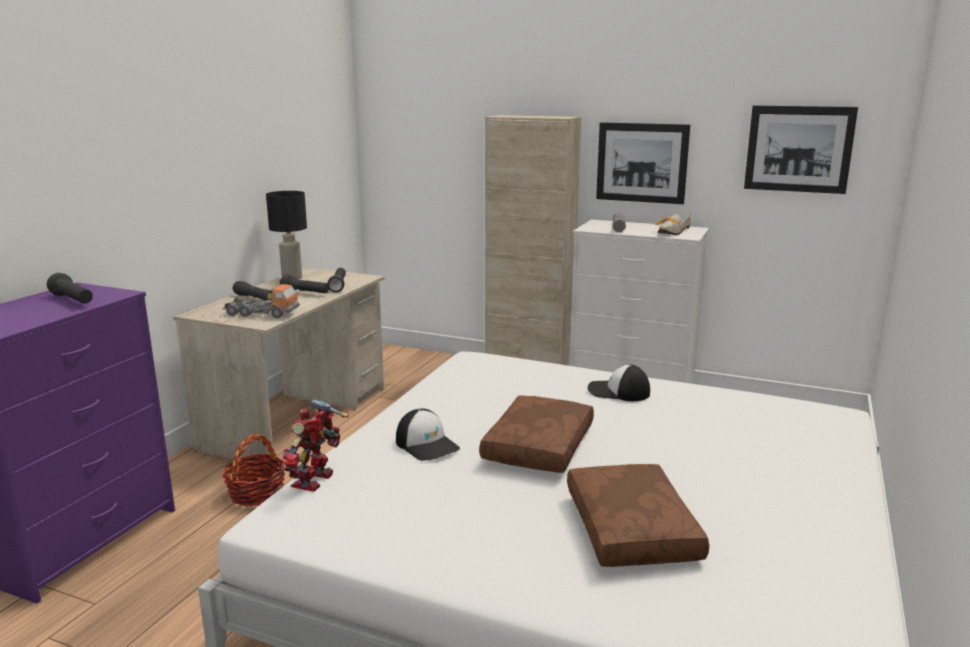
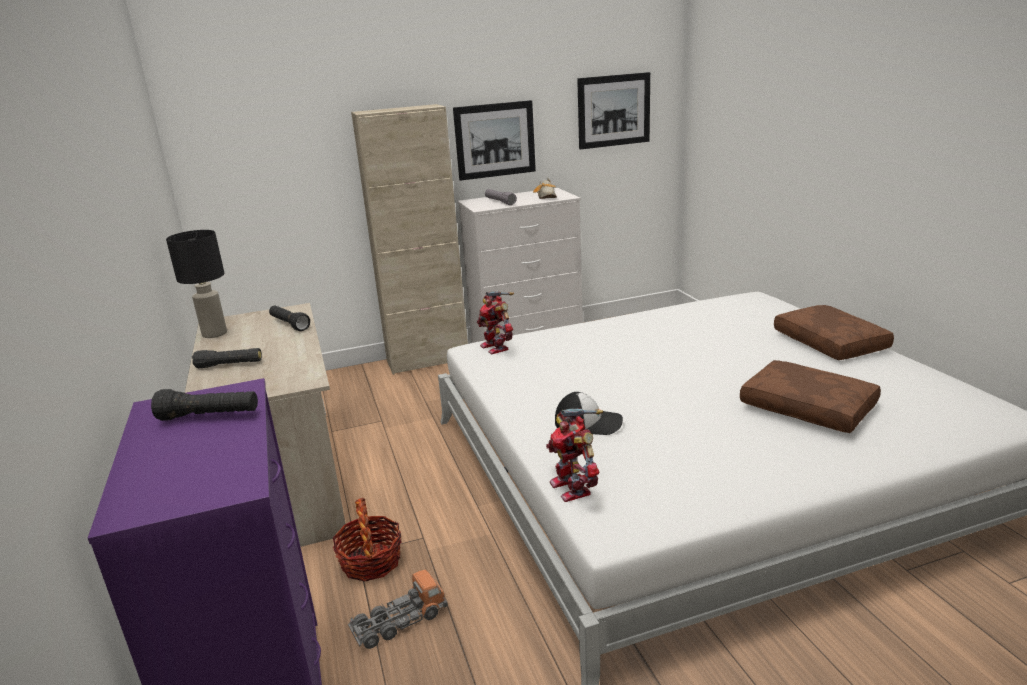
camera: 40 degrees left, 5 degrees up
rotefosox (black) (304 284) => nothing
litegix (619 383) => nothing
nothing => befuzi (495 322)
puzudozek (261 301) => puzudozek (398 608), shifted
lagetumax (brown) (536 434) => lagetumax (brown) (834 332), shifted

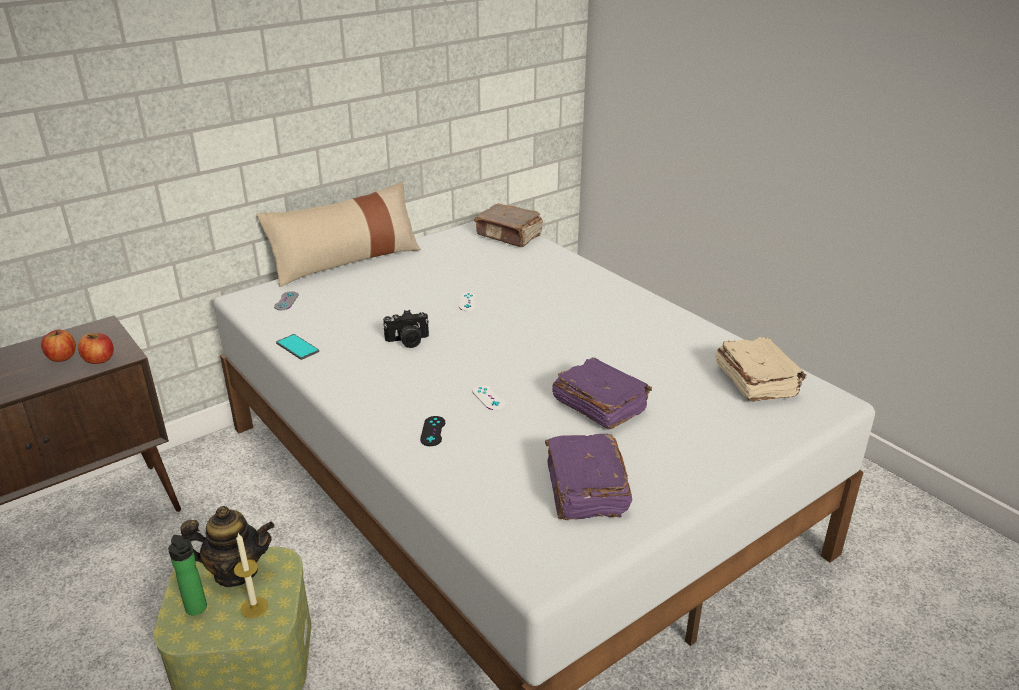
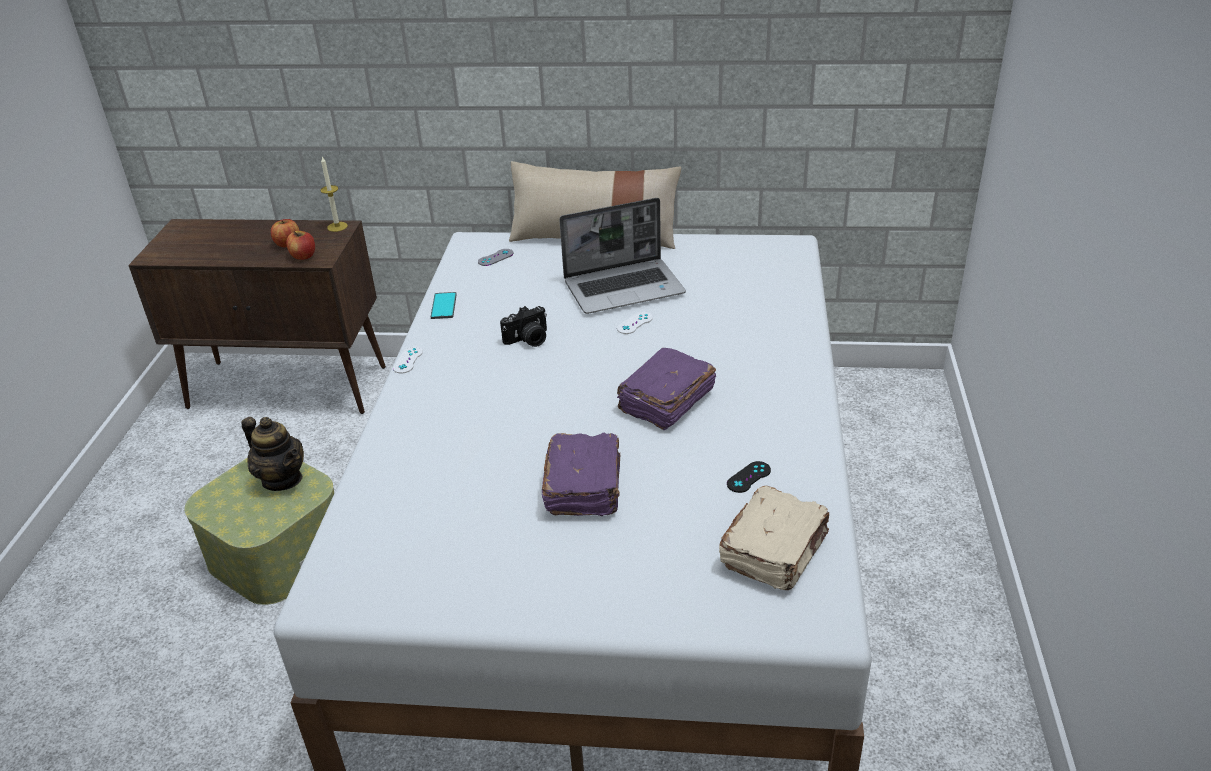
camera: 45 degrees right, 5 degrees up
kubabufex (187 575) => nothing
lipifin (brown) (508 225) => nothing
nothing => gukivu (622 256)
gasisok (251 575) => gasisok (334 194), shifted
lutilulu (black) (432 431) => lutilulu (black) (749 477), shifted
lutilulu (white) (489 397) => lutilulu (white) (408 360), shifted
lipifin (purple) (588 477) => lipifin (purple) (666 389), shifted
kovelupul (406 329) => kovelupul (523 326), 60 degrees counterclockwise

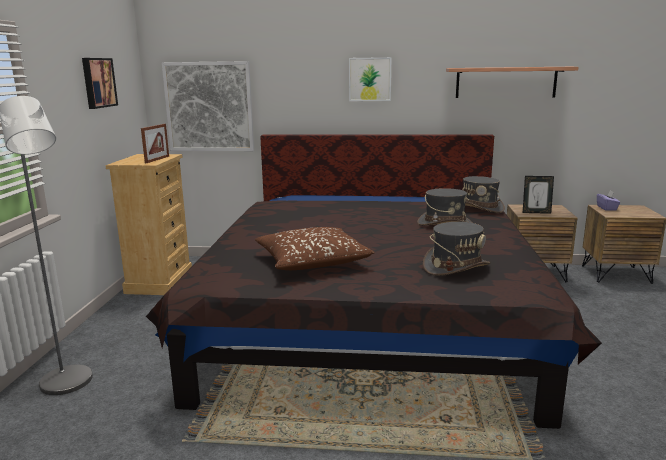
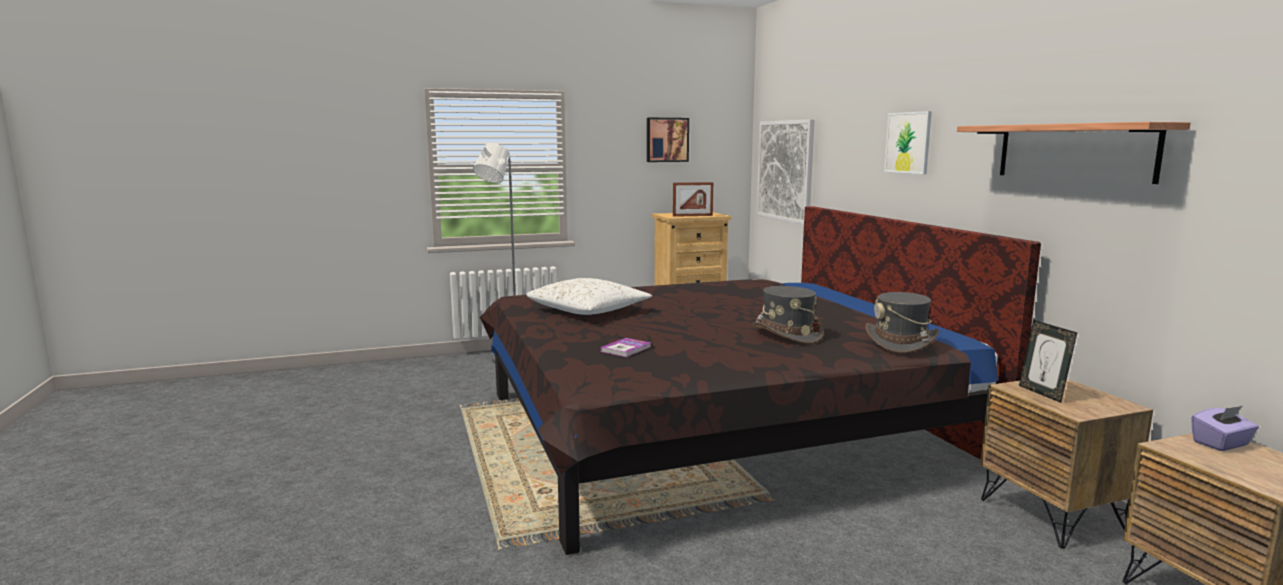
camera: 65 degrees right, 5 degrees down
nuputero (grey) (457 249) => lipifin (625 347)
lagetumax (brown) (315 248) => lagetumax (white) (589 296)

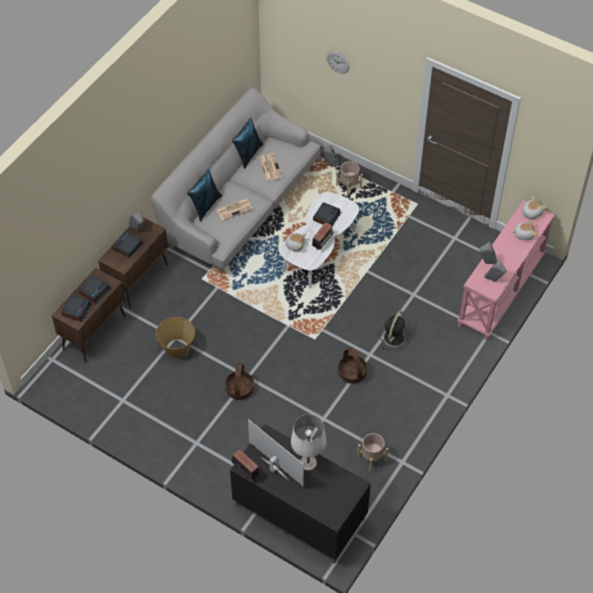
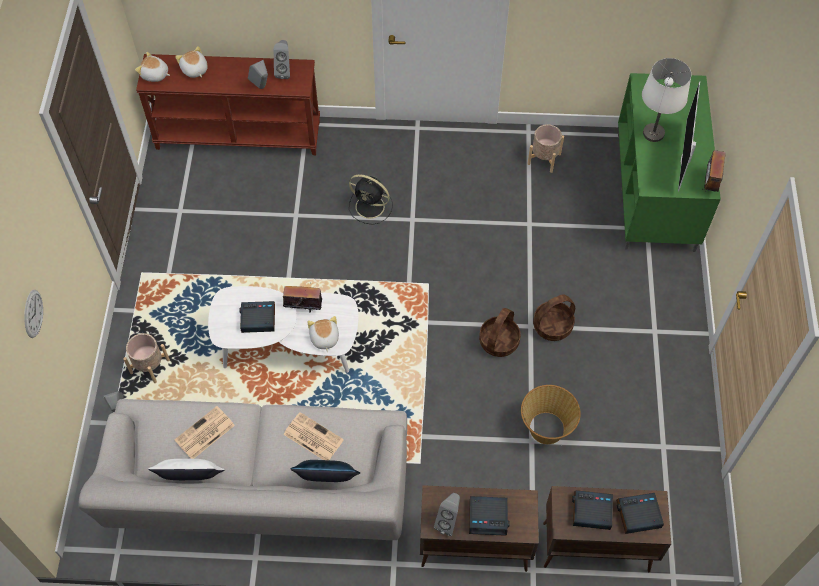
camera: 120 degrees left, 5 degrees up
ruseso (352 365) => ruseso (500 332), shifted
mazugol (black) (300 494) => mazugol (green) (669 162)
lagetumax (blue) (247 143) => lagetumax (white) (186 469)
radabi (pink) (506 270) => radabi (brown) (228 104)
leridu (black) (394 331) => leridu (black) (371 199), 150 degrees counterclockwise

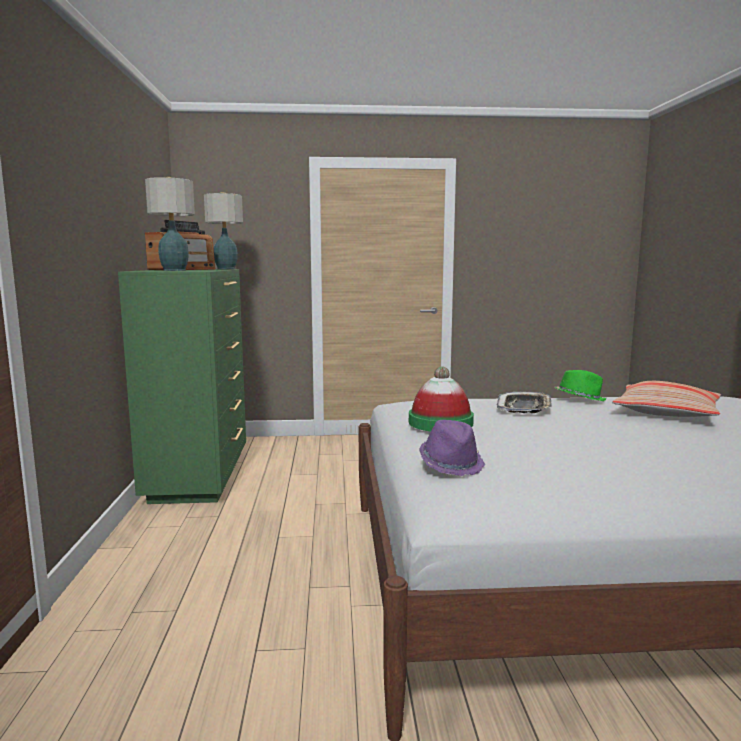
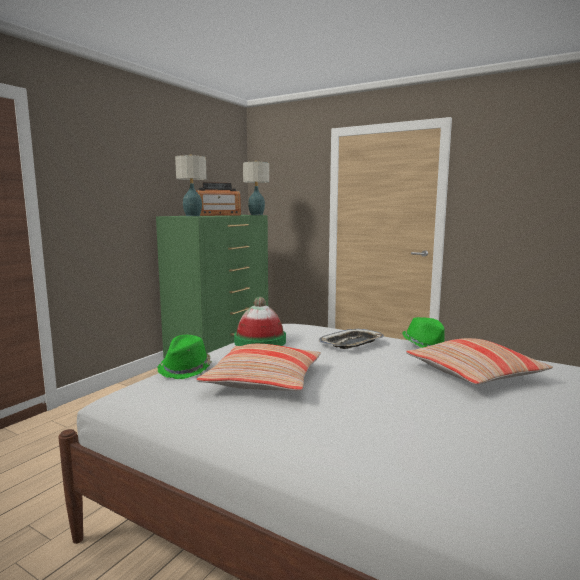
camera: 35 degrees right, 0 degrees up
nothing => lagetumax (258 367)
nuputero (purple) (452 448) => nuputero (green) (184 357)

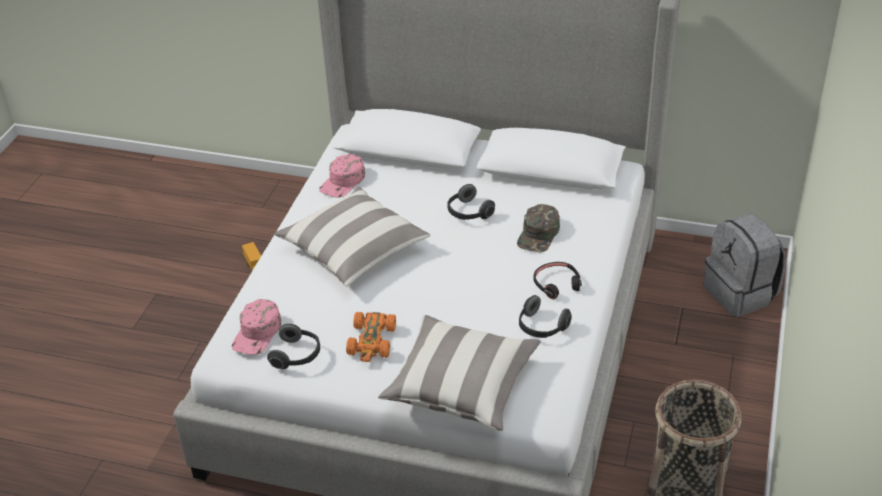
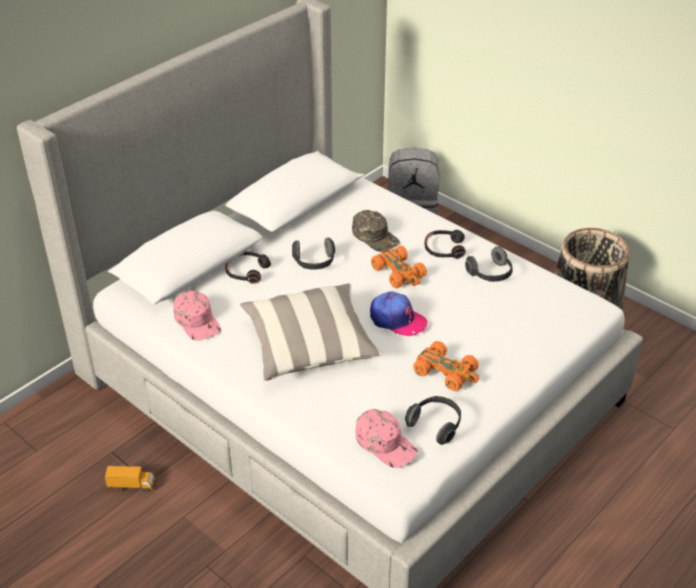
camera: 65 degrees left, 0 degrees up
lagetumax (459 373) => nothing
nothing => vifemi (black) (248 267)
nothing => litegix (399 314)
nothing => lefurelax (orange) (399 267)

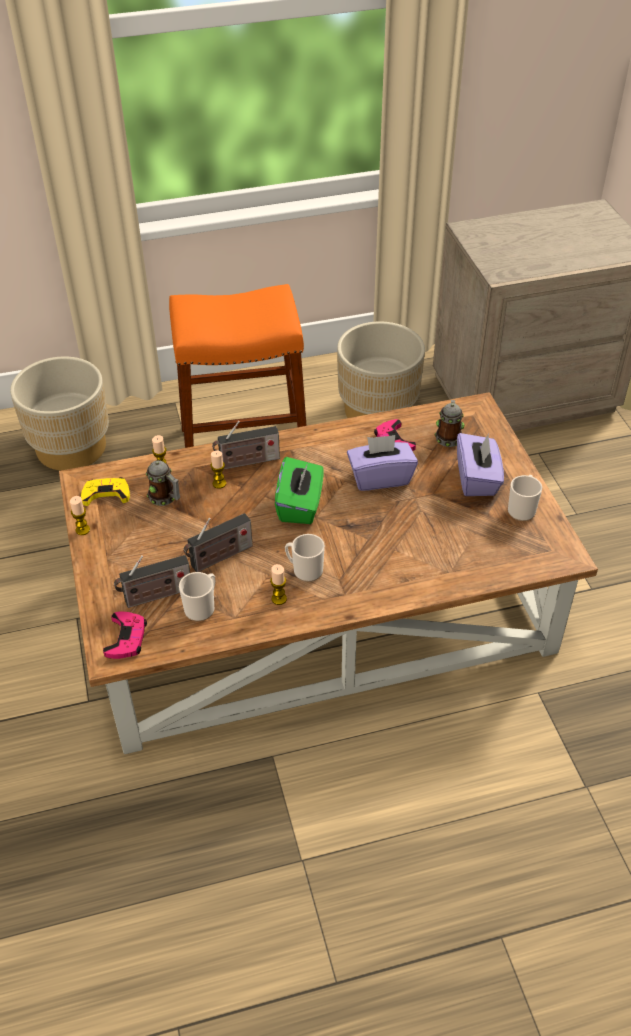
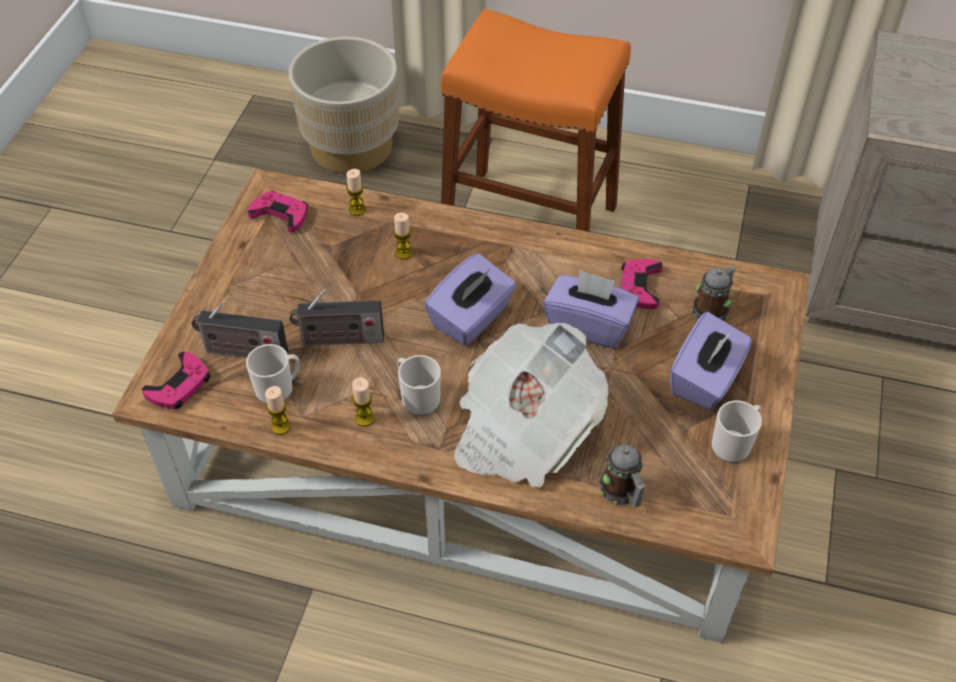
camera: 30 degrees right, 5 degrees up
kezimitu (246 445) => nothing
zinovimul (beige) (381 370) => nothing
nothing => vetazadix (531 405)
gasisok (80 515) => gasisok (278 410), shifted
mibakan (163 483) => mibakan (622 476), shifted
lutilulu (yellow) (105 491) => lutilulu (pink) (277 211)
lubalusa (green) (299 490) => lubalusa (purple) (470 299)

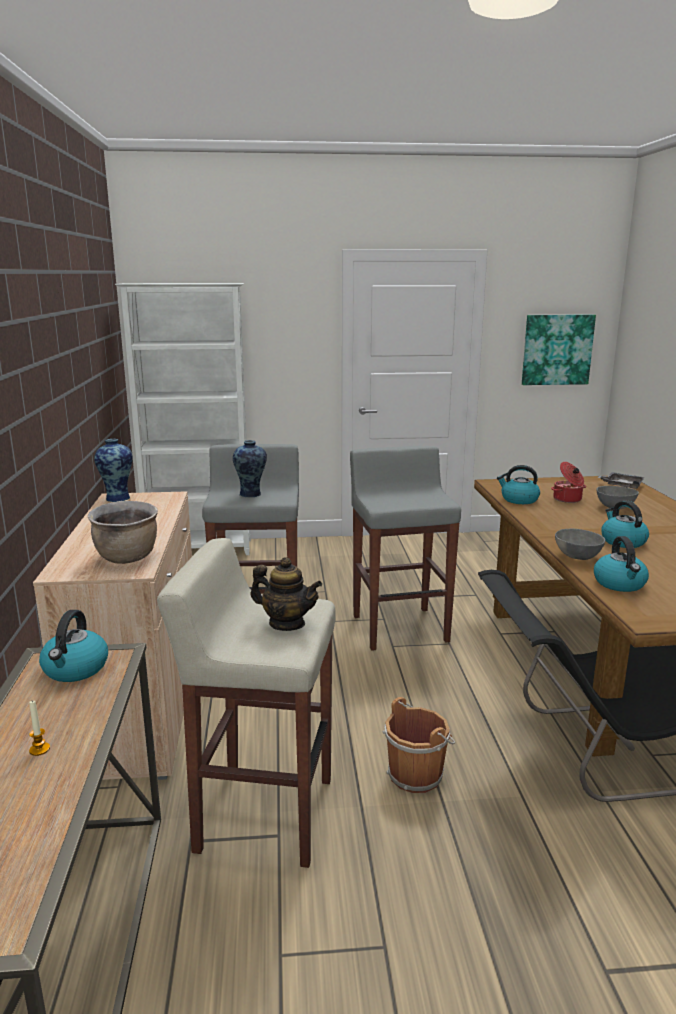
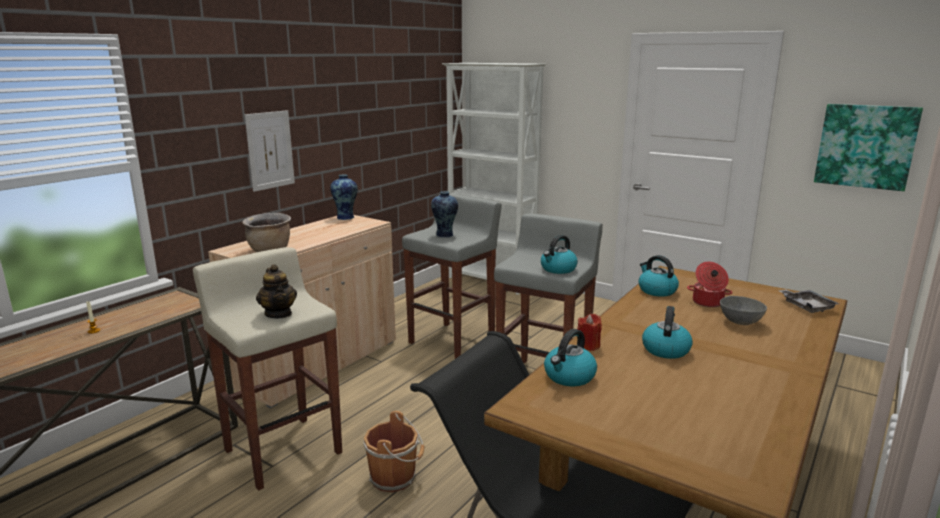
camera: 40 degrees right, 0 degrees up
nothing => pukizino (270 151)
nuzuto (73 646) => nuzuto (559 254), shifted
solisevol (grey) (580 544) => gasisok (red) (589 332)

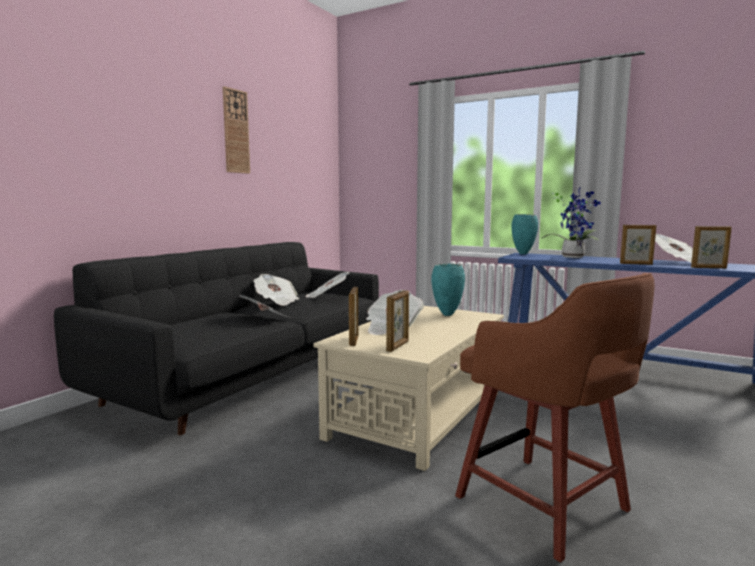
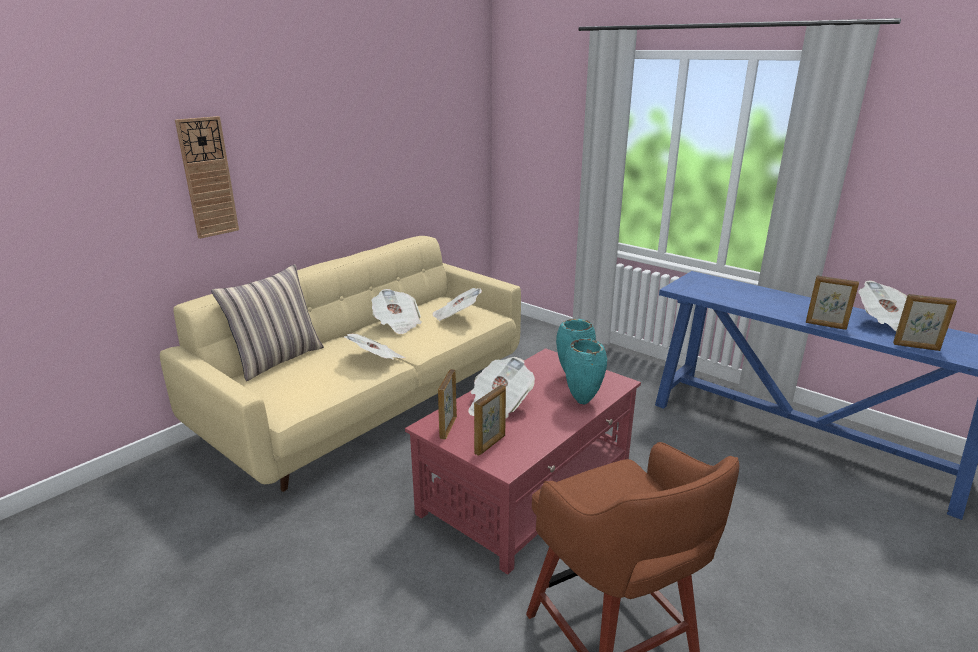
camera: 10 degrees right, 15 degrees up
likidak (571 223) => nothing
nothing => lagetumax (267 322)
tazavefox (236 130) => tazavefox (207 177), shifted
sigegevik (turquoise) (524 234) => sigegevik (turquoise) (586 371), shifted
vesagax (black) (216 338) => vesagax (beige) (340 364)
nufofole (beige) (408 388) => nufofole (red) (523 461)

